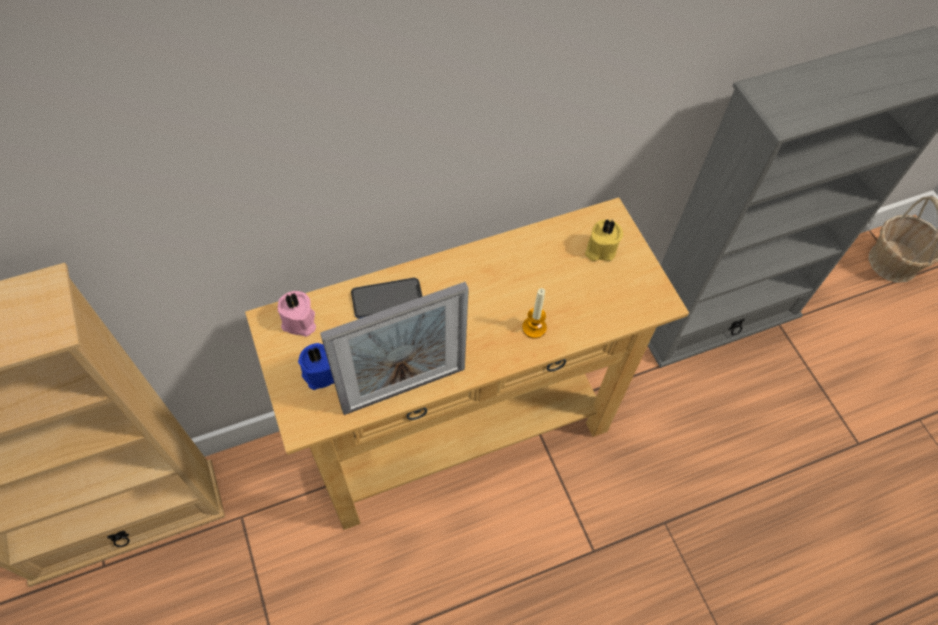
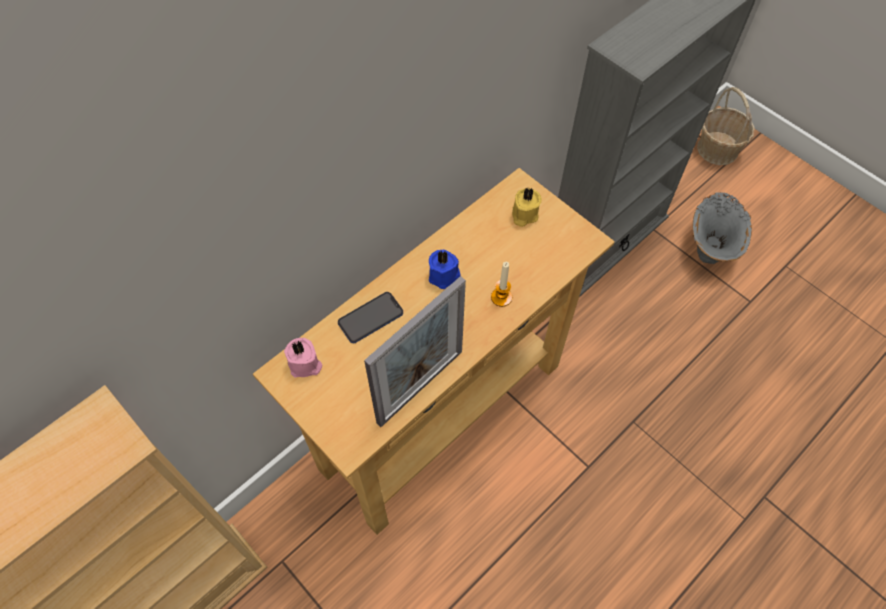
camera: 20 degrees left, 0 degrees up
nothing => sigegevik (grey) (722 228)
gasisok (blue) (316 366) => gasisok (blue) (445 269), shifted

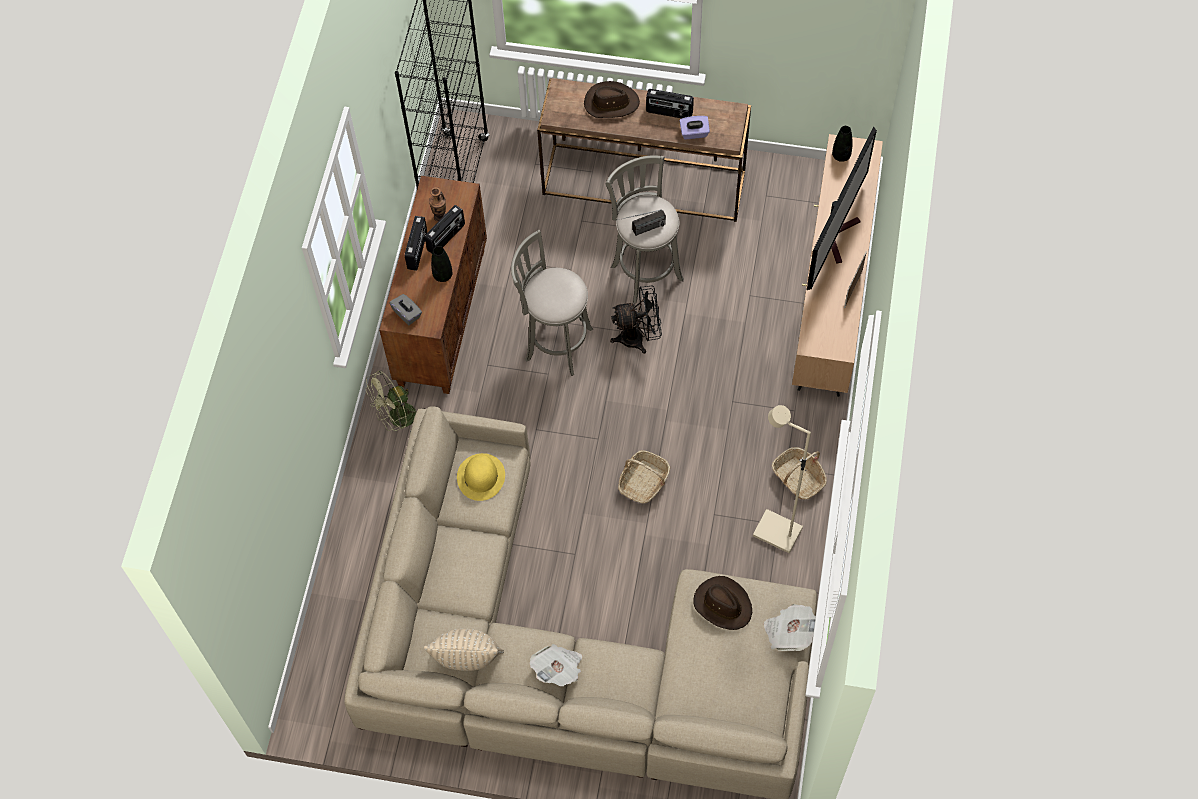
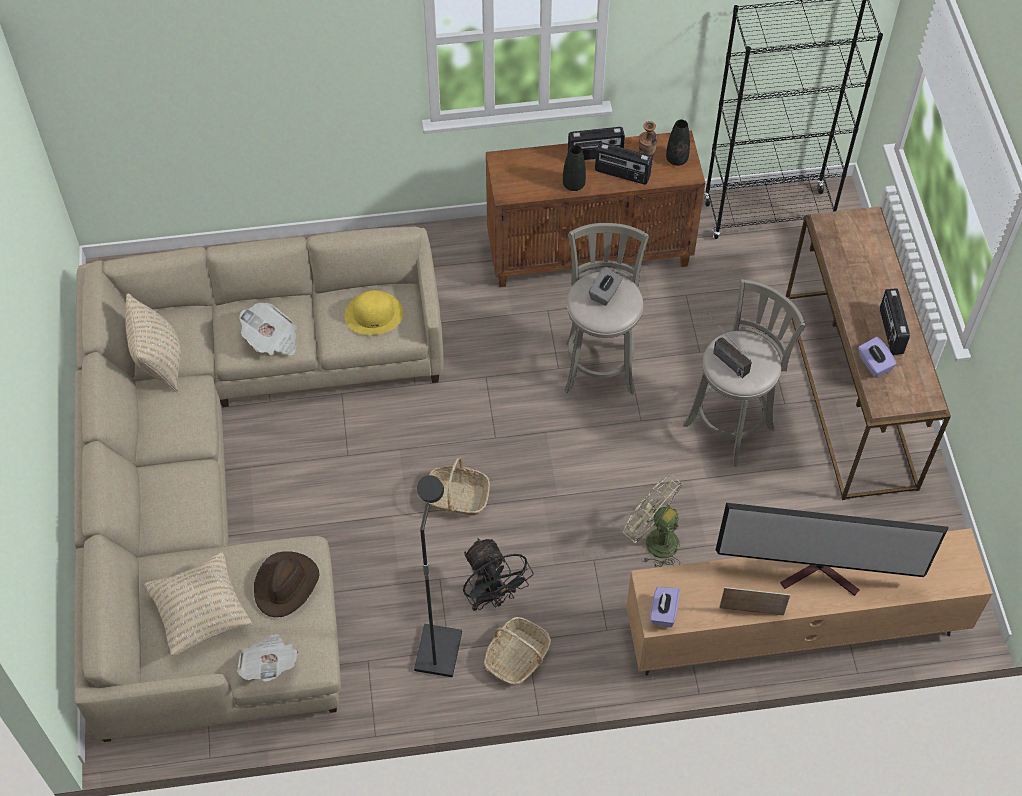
camera: 70 degrees right, 5 degrees down
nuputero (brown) (612 99) => nothing
nothing => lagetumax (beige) (198 604)
nothing => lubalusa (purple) (665 607)
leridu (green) (395 401) => leridu (green) (653 521), shifted
lubalusa (grey) (405 309) => lubalusa (grey) (606 286), shifted
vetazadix (556 665) => vetazadix (268 329), shifted
leridu (black) (636 319) => leridu (black) (498 574), shifted
sigegevik (black) (842 144) => sigegevik (black) (678 143), shifted
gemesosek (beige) (782 479) => gemesosek (black) (438 576)

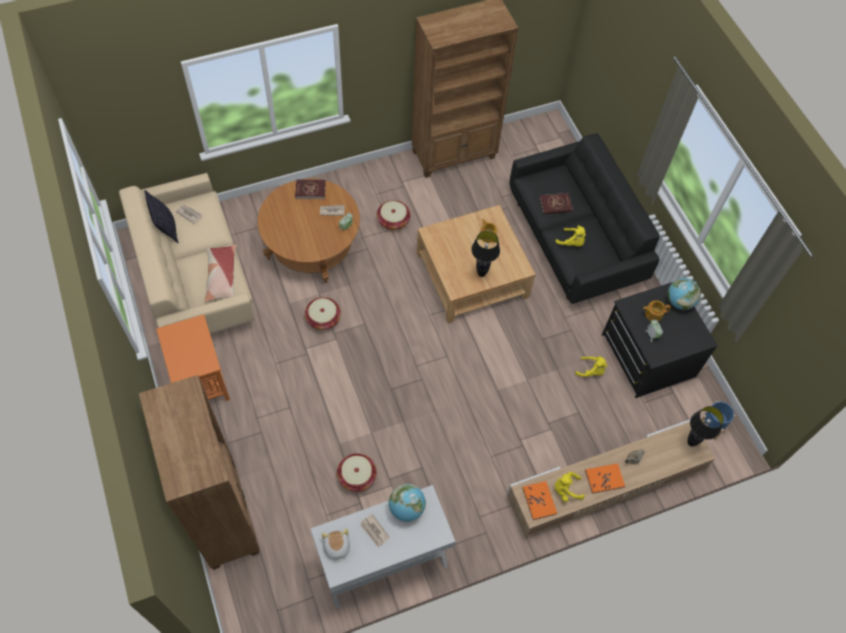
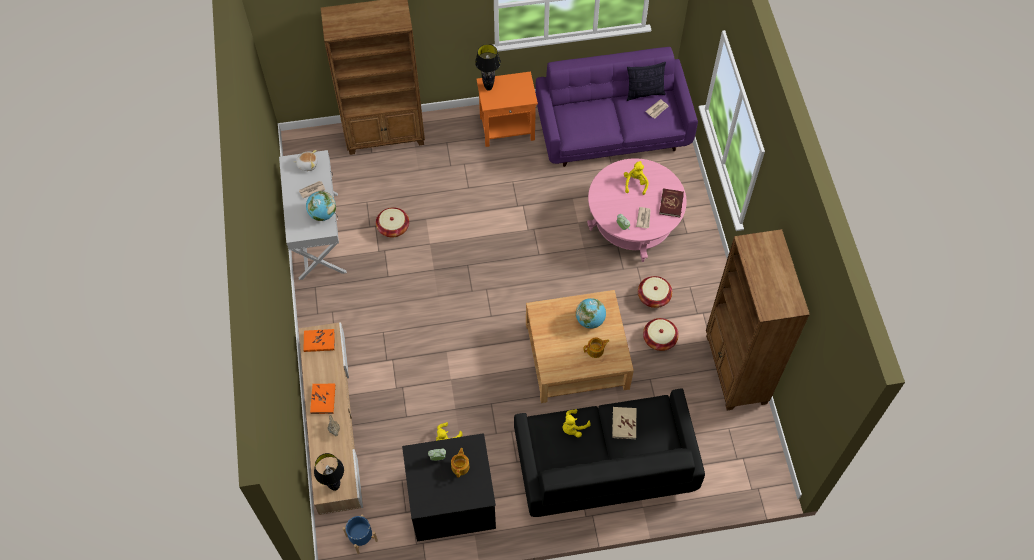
camera: 105 degrees right, 0 degrees up
lagetumax (221 273) => nothing
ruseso (323 313) => ruseso (661 334), shifted
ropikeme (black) (485 254) => ropikeme (black) (488 67), shifted
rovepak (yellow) (570 487) => rovepak (yellow) (636 178), shifted
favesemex (684 294) => favesemex (591 313), shifted
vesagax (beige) (187 253) => vesagax (purple) (616 107)
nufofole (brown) (308 231) => nufofole (pink) (637 210)
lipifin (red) (556 204) => lipifin (beige) (624 423)

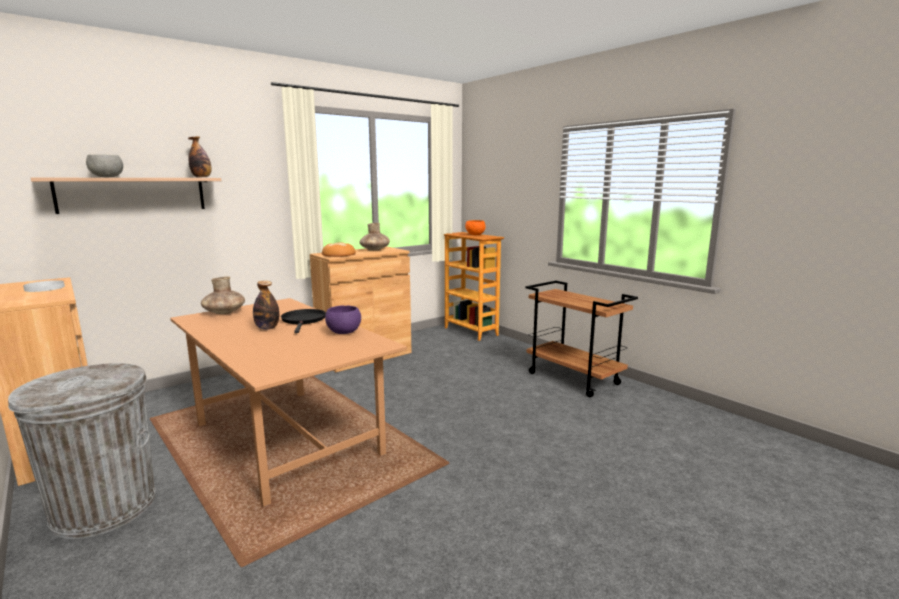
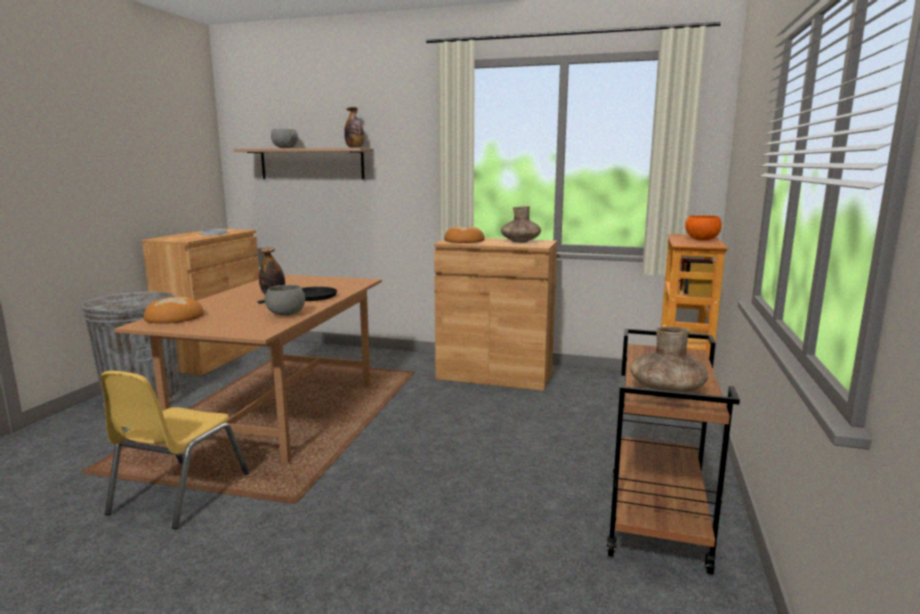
camera: 55 degrees right, 0 degrees up
nothing => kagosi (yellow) (175 450)
nothing => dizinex (174 310)
sigegevik (brown) (223 295) => sigegevik (brown) (669 360), shifted
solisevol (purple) (343 320) => solisevol (grey) (285 300)

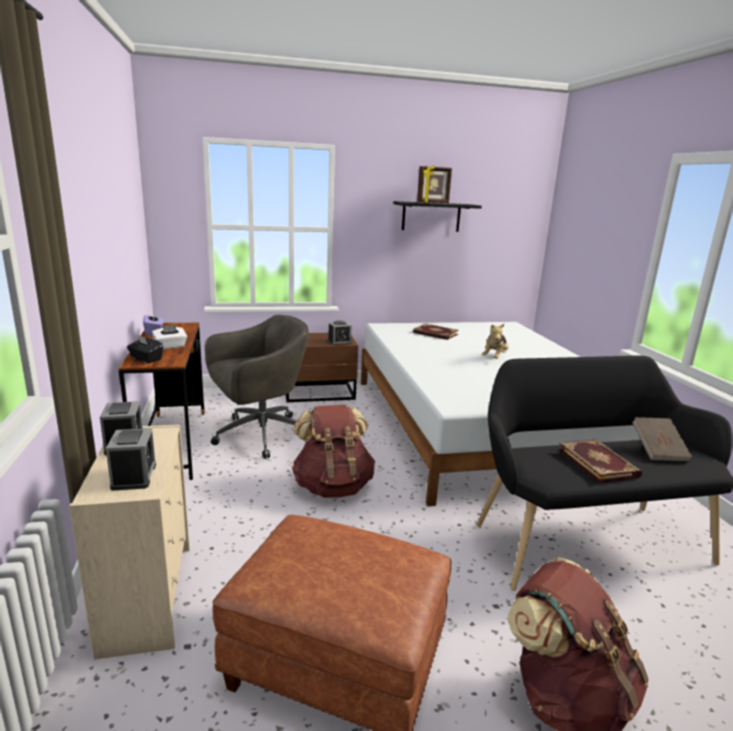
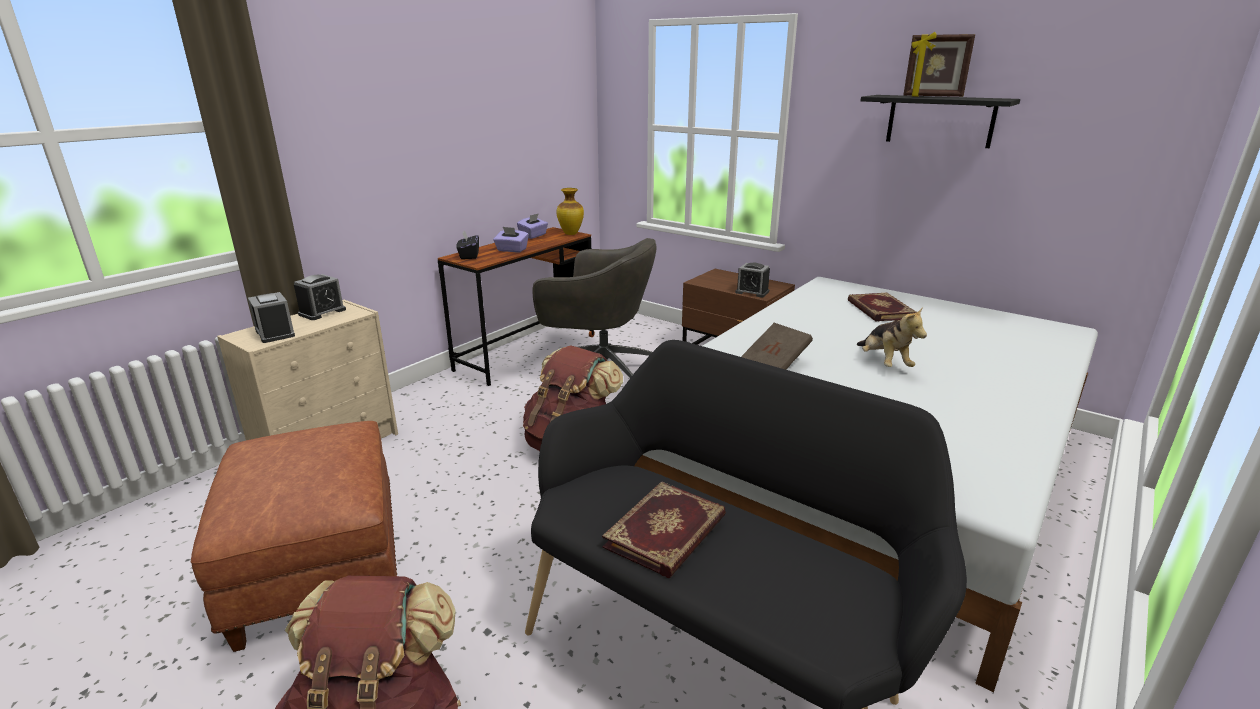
camera: 50 degrees right, 5 degrees up
nothing => sigegevik (570 211)
lipifin (brown) (662 439) => lipifin (brown) (777 346), shifted
lubalusa (white) (169 337) => lubalusa (purple) (511 239)
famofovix (131 459) => famofovix (271 317), 105 degrees clockwise
rovepak (495 341) => rovepak (892 337), 90 degrees counterclockwise

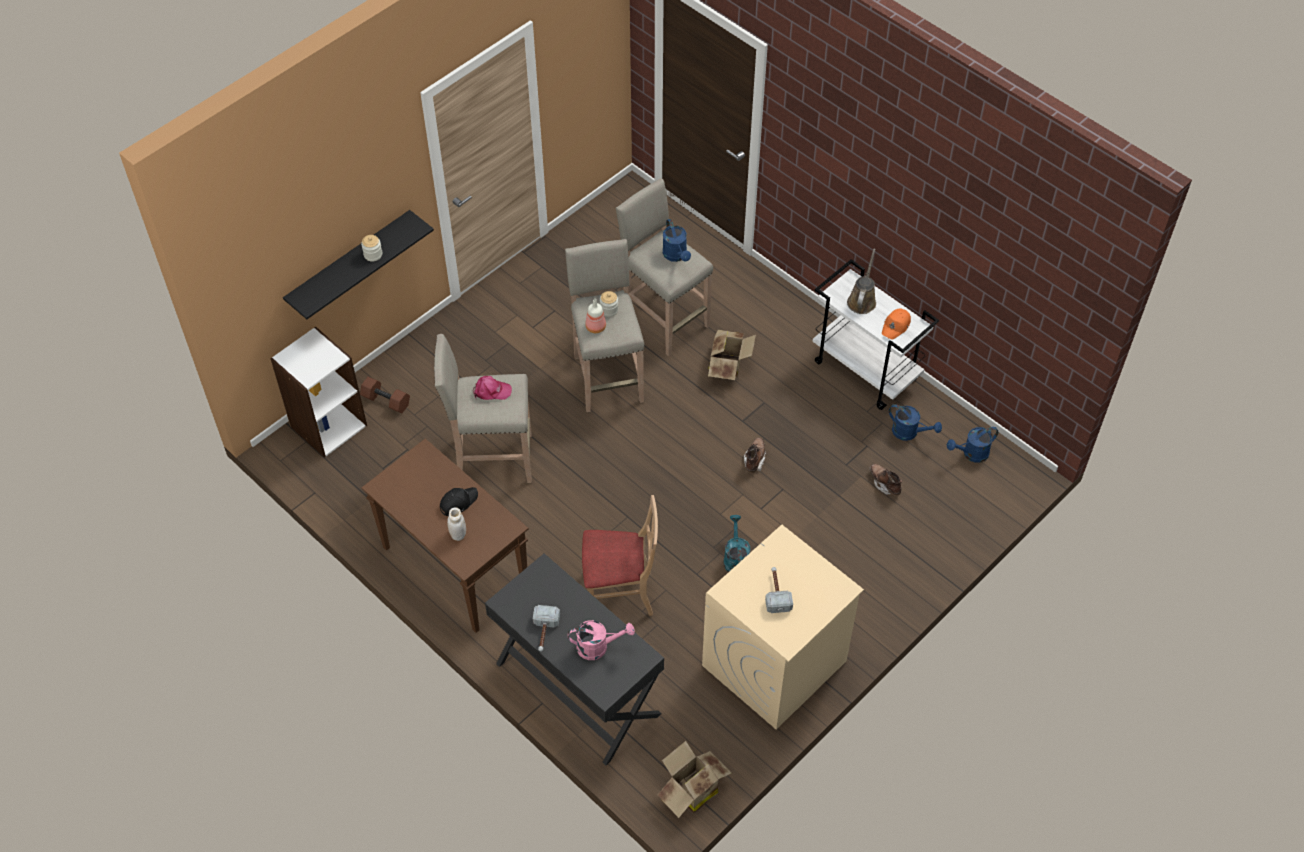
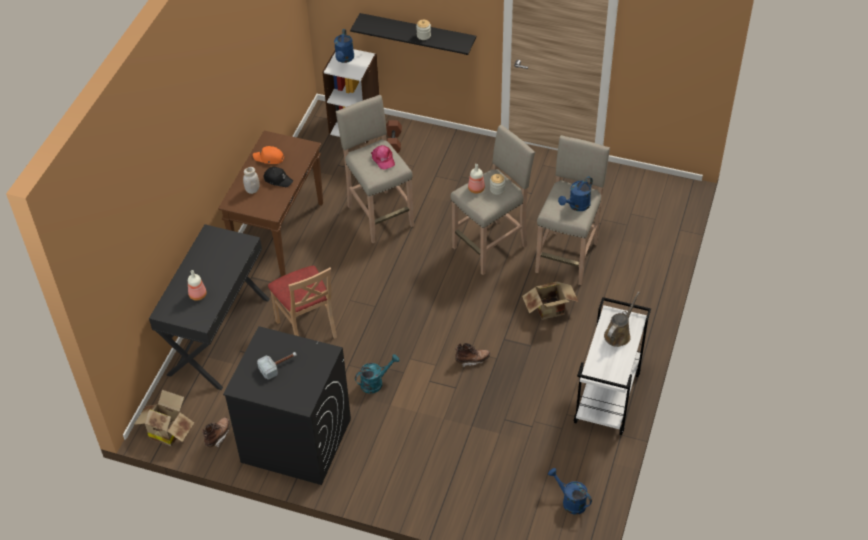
camera: 65 degrees right, 5 degrees down
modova (546 628) => nothing
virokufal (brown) (886 480) => virokufal (brown) (215 432), shifted
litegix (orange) (896 324) => litegix (orange) (268 155), shifted
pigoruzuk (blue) (915 422) => pigoruzuk (blue) (344 46), shifted
pigoruzuk (pink) (601 640) => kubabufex (197 285)
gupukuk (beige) (783 627) => gupukuk (black) (287 405)
pigoruzuk (brown) (861 281) => pigoruzuk (brown) (622 319), 45 degrees counterclockwise

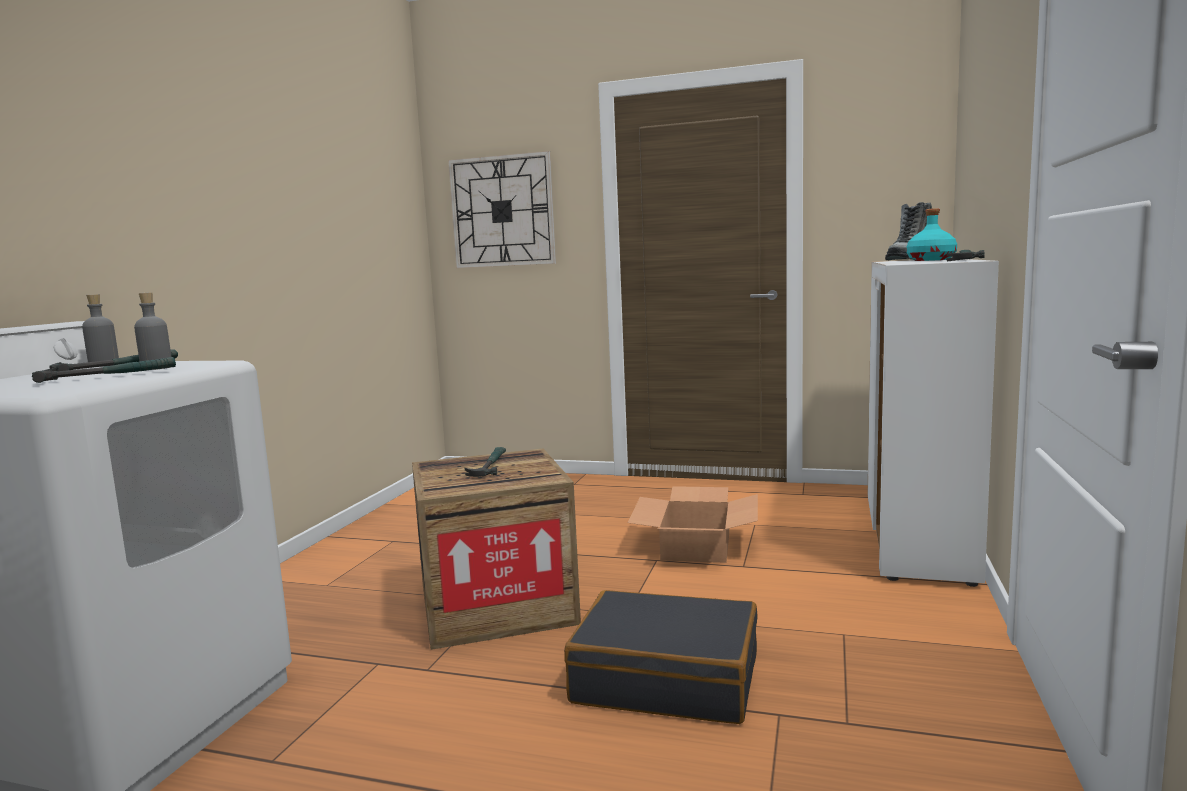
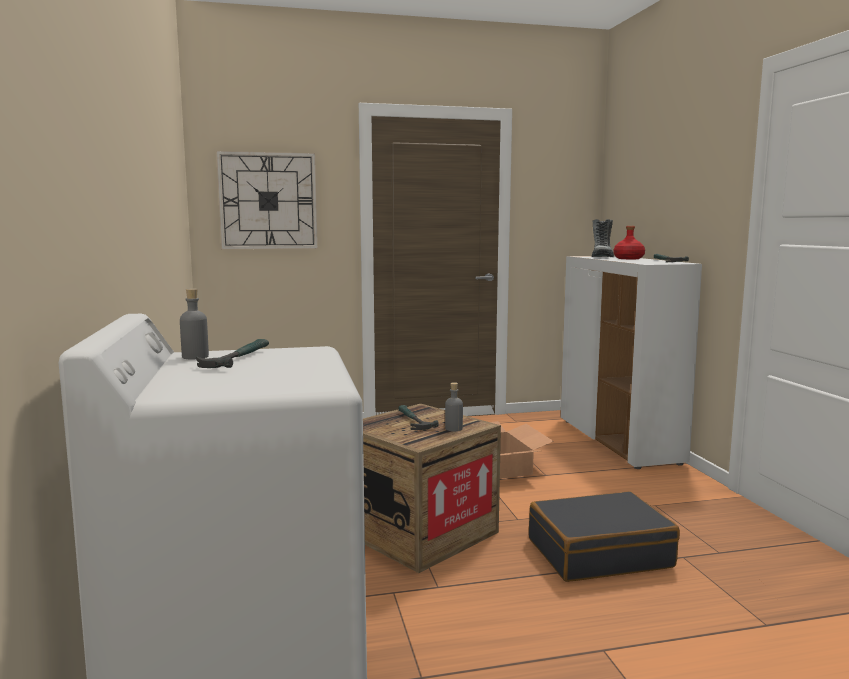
camera: 30 degrees left, 0 degrees up
modova (104 370) => nothing
kubabufex (grey) (153 331) => kubabufex (grey) (454 406), shifted
kubabufex (turquoise) (931 234) => kubabufex (red) (629 242)

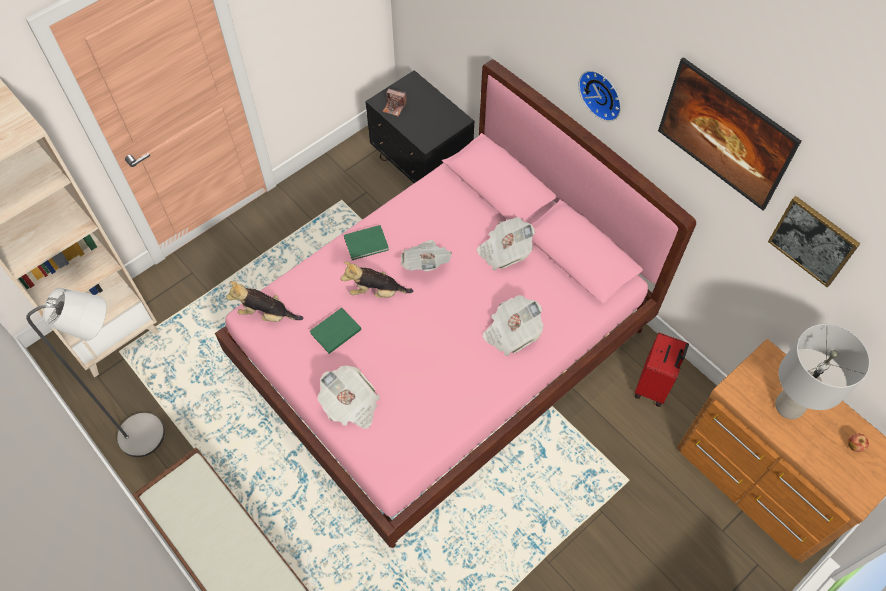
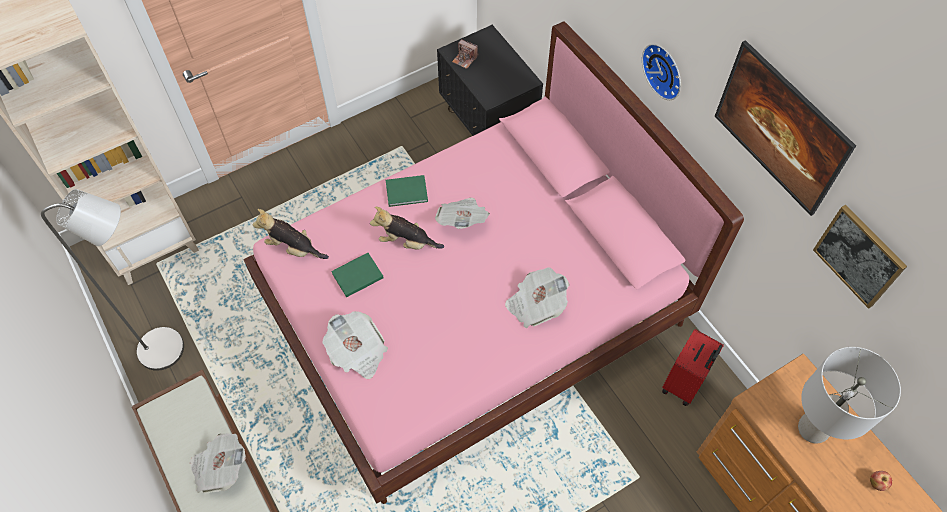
camera: 10 degrees right, 0 degrees up
vetazadix (506 244) => vetazadix (218 463), shifted

